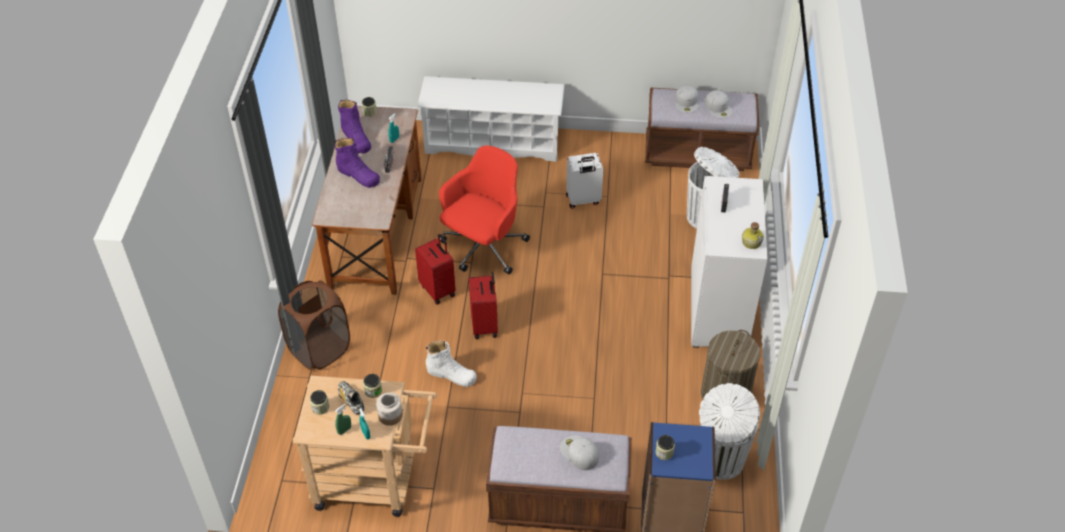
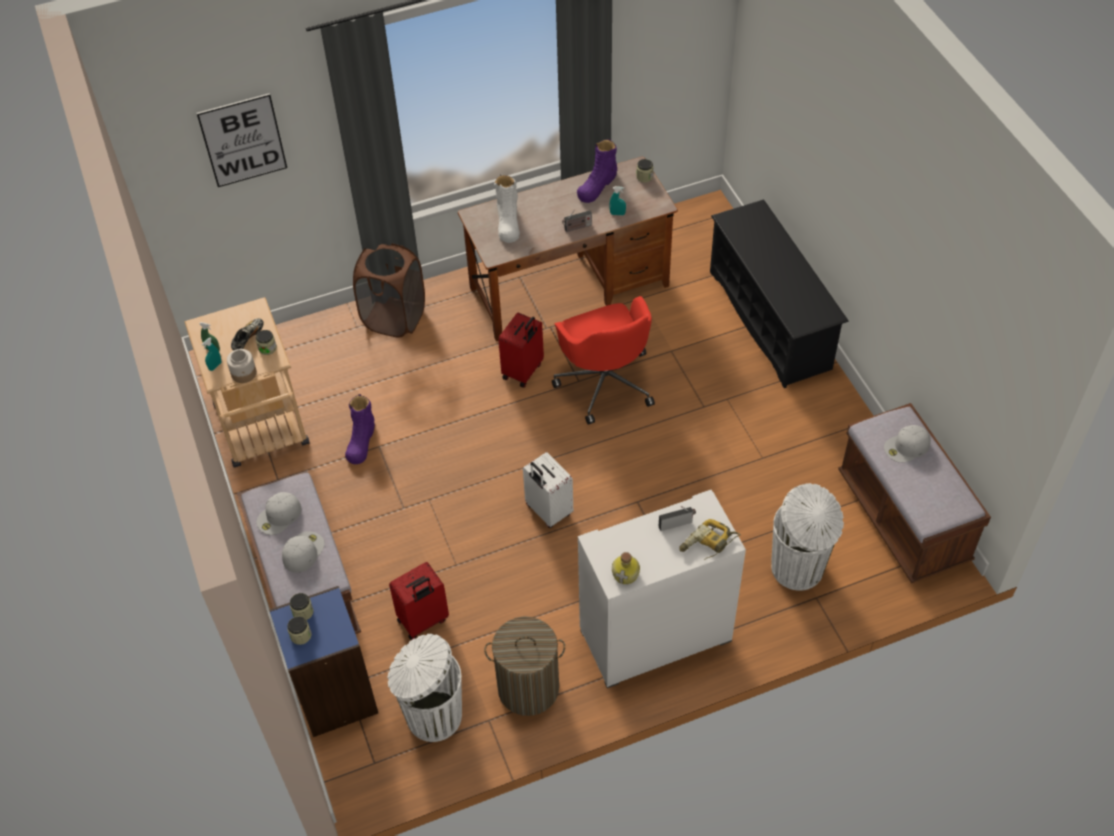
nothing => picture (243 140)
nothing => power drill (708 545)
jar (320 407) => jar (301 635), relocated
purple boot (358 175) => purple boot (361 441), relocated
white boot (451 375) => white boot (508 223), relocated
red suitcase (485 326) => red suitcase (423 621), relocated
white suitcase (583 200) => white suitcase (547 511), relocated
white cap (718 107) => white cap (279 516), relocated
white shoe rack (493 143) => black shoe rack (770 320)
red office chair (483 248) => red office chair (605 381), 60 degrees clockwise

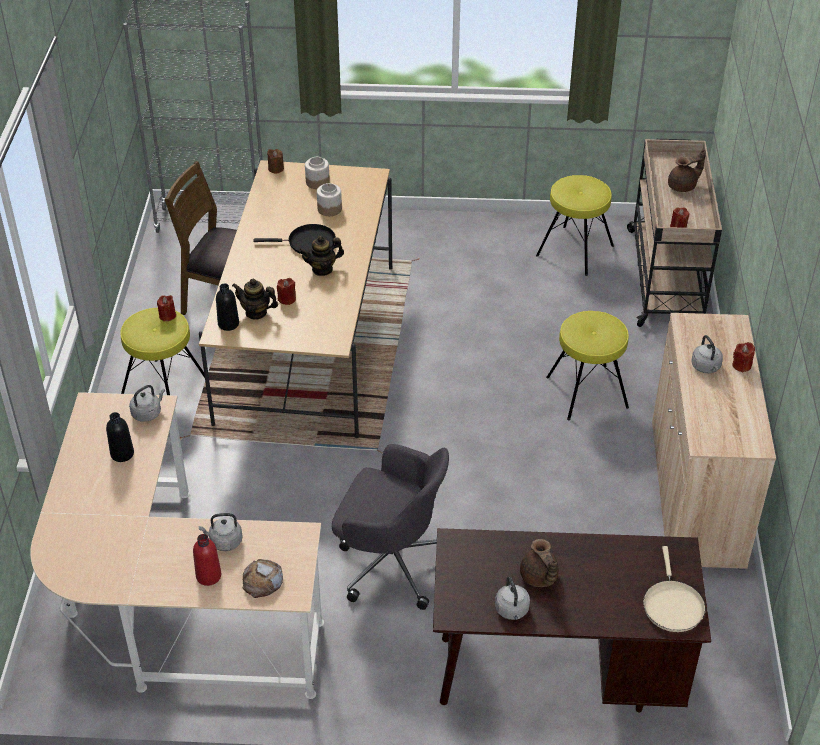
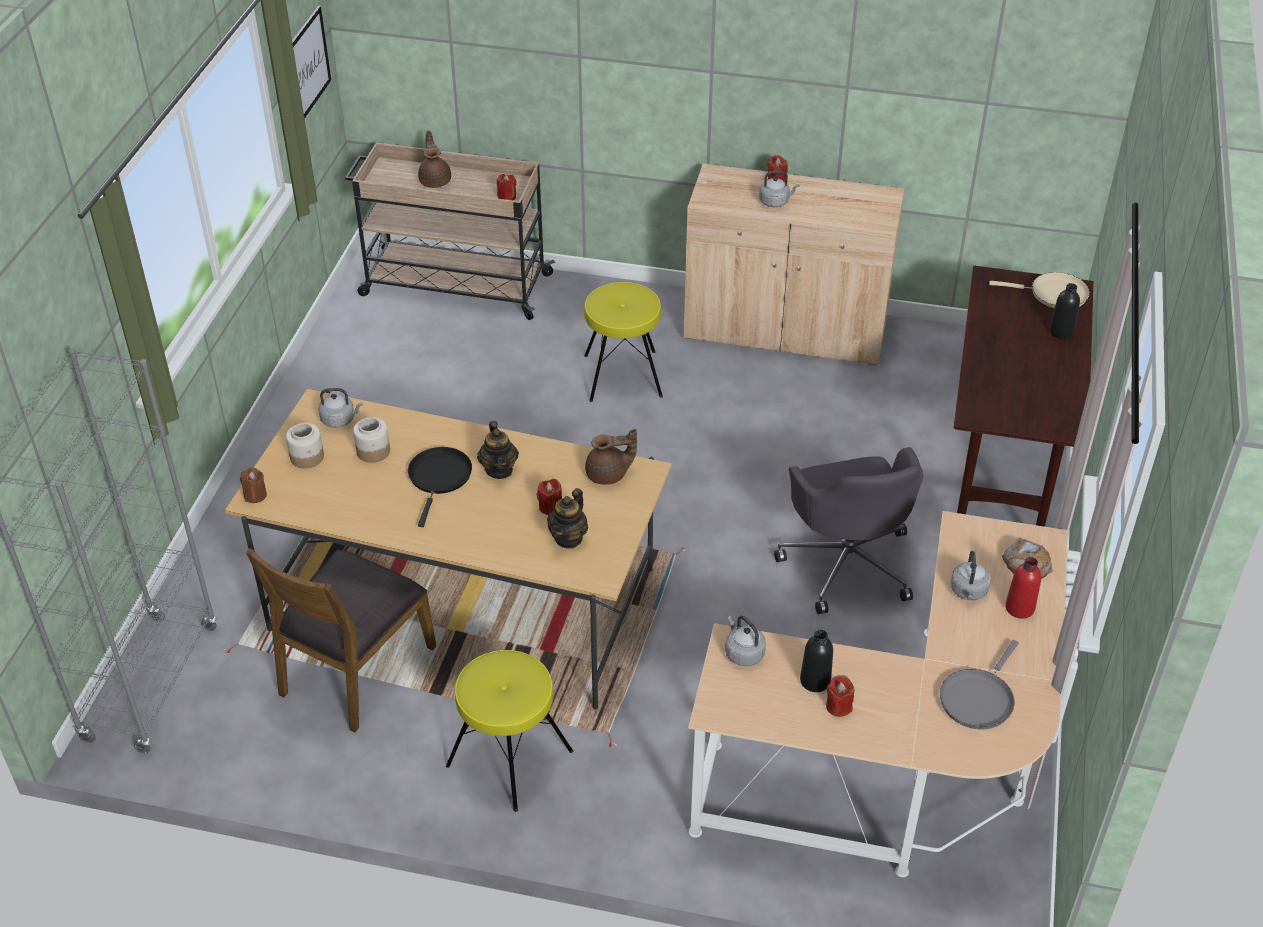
yellow stool (575 251) => nothing
nothing => picture (308 63)
nothing => grey frying pan (978 698)
red candle (167 316) => red candle (838 706), relocated
black bottle (228 324) => black bottle (1061 332), relocated
grey kettle (512 611) => grey kettle (340 420), relocated
brown teapot (539 577) => brown teapot (608 474), relocated
grey office chair (391 561) => grey office chair (847 563), 135 degrees clockwise

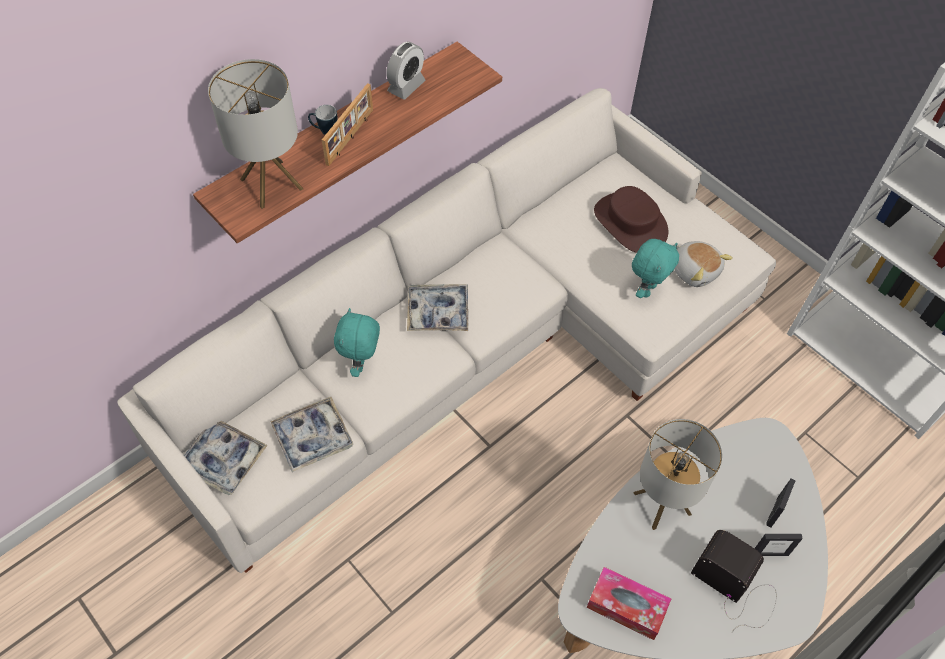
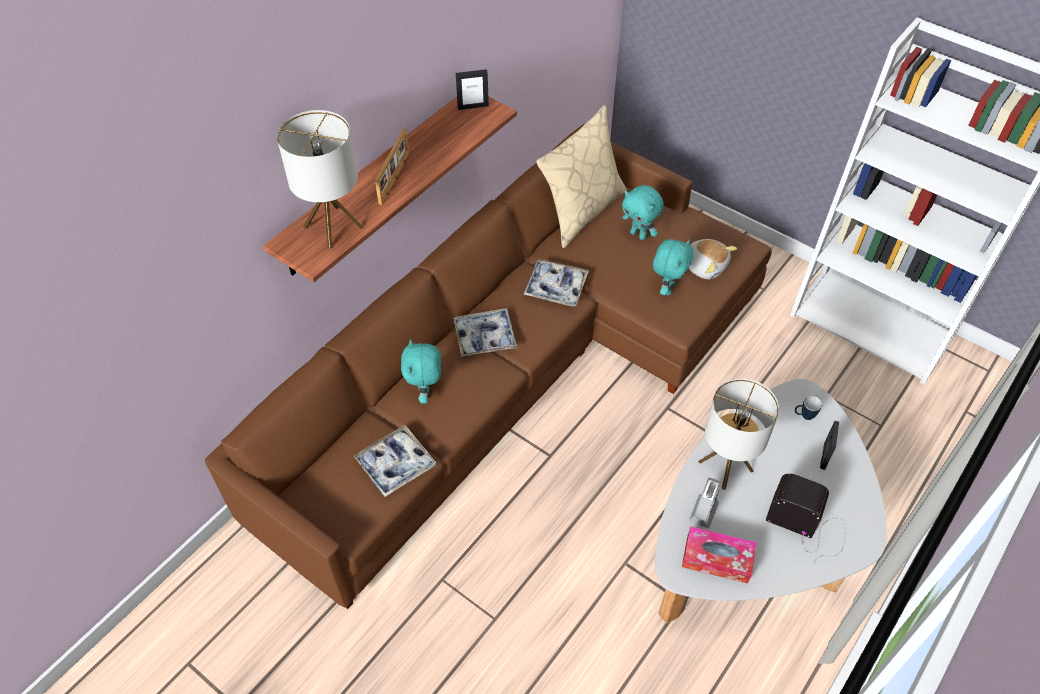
nothing => beige pillow (581 211)
tray (223 459) => tray (555 287), relocated
mug (324 131) => mug (804 416), relocated
alarm clock (406 86) => alarm clock (703 511), relocated
picture frame (770 553) => picture frame (473 106), relocated
brown hat (630 223) => turquoise plush toy (639 235)
white sofa (476 343) => brown sofa (516 368)

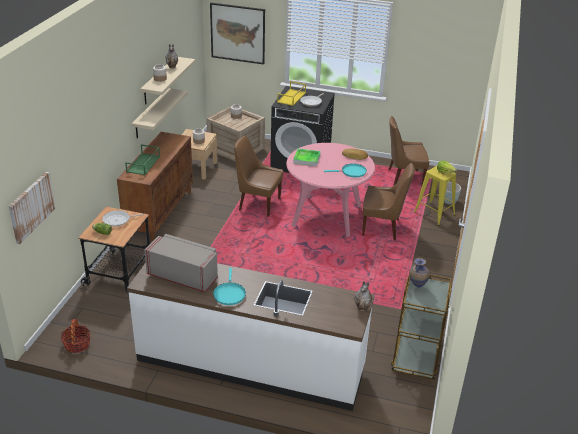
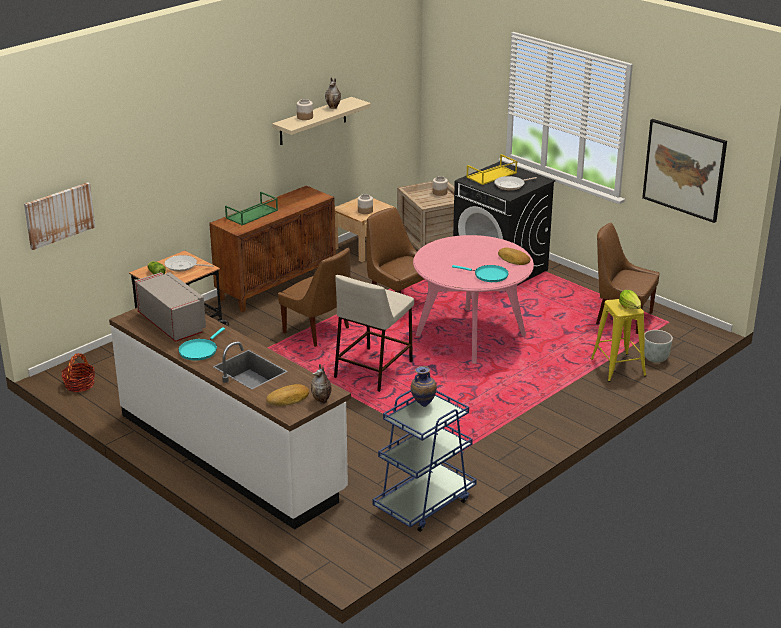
beige shelf (151 113) => nothing
tray (306 159) => nothing
nothing => bread (288 399)
nothing => beige stool (373 369)
picture (238 33) => picture (684 170), relocated
brown chair (382 228) => brown chair (318 331), relocated
brown cart (416 355) => blue cart (424 503)

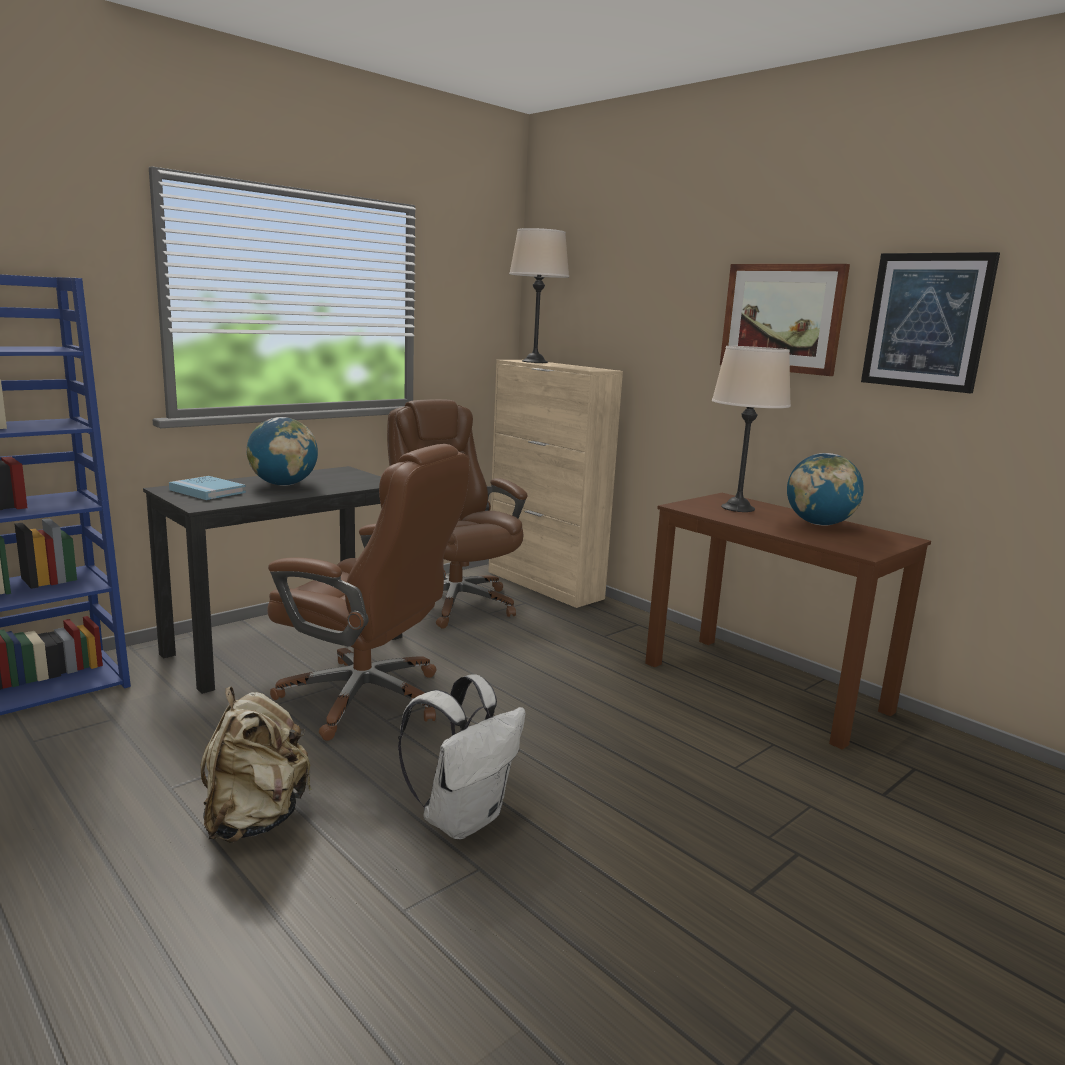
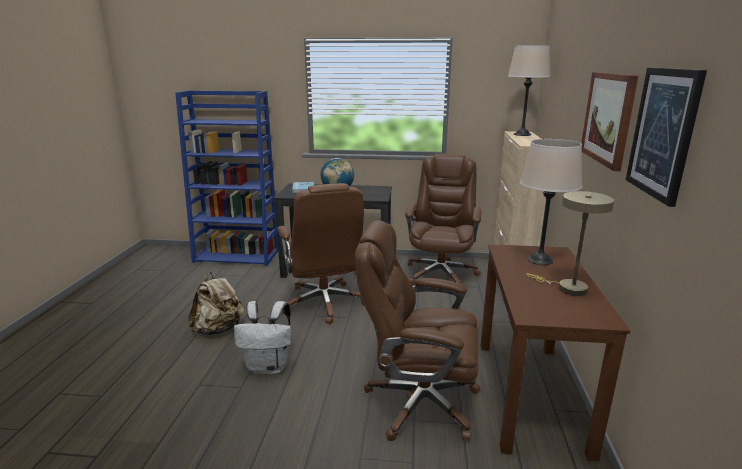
nothing => brown office chair (419 402)
globe (819 524) => beige table lamp (567 288)

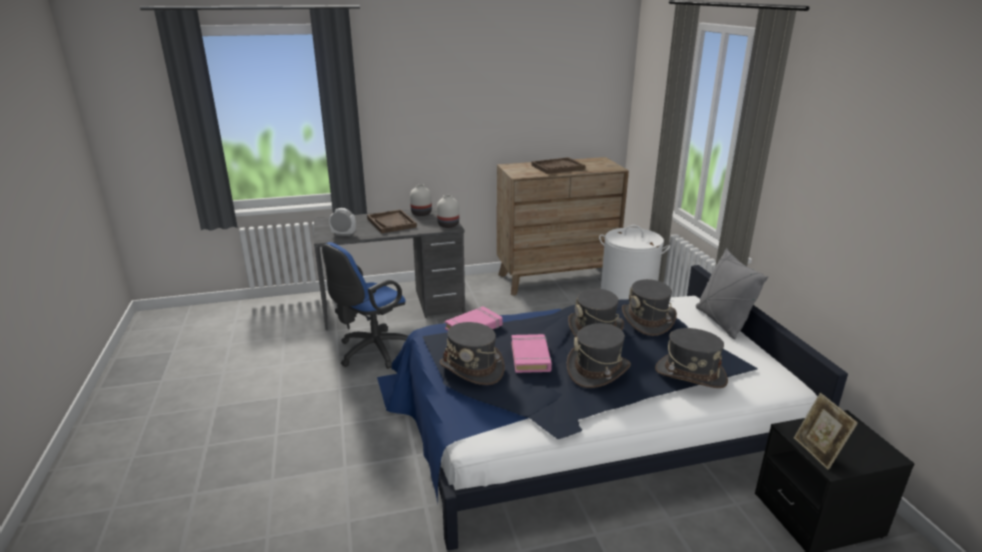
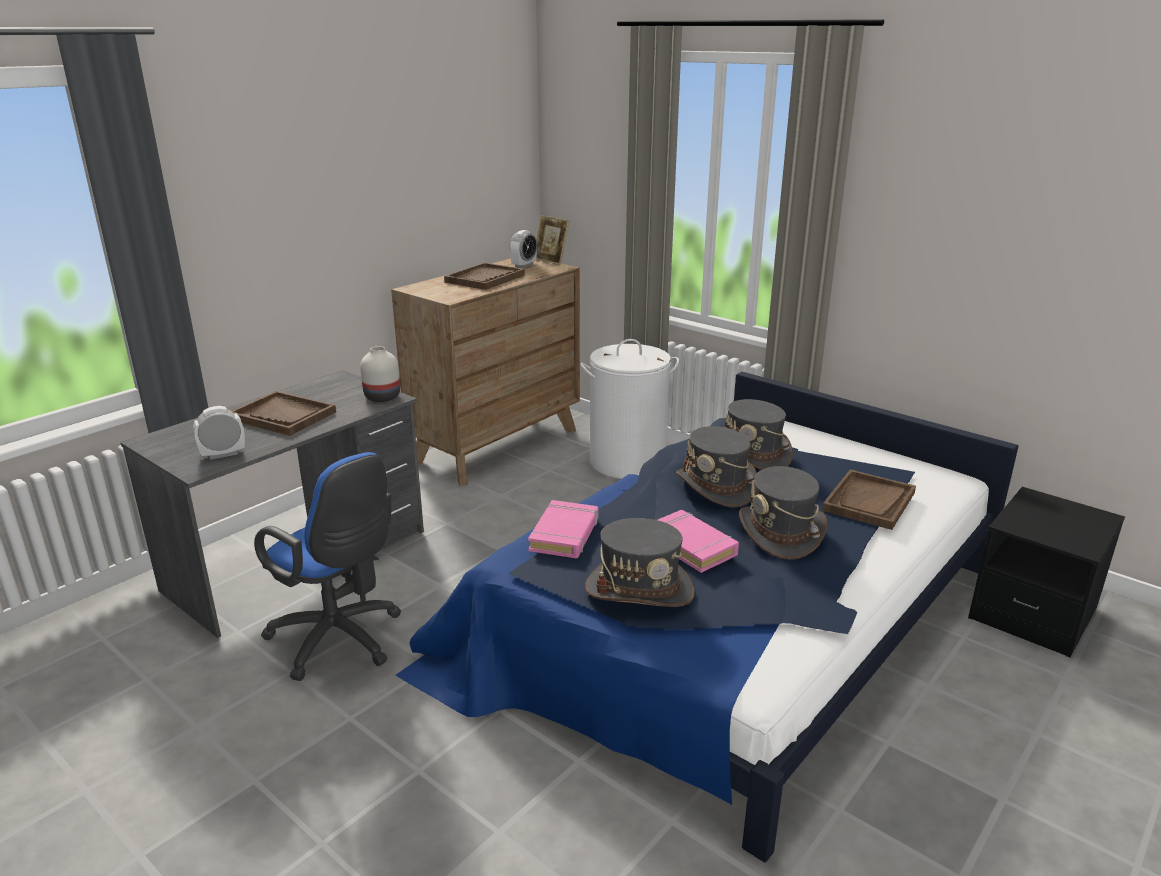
white vase (421 213) => nothing
grey pillow (722 322) => nothing
nothing => alarm clock (524 265)
picture frame (818 452) => picture frame (550 260), relocated
grey hat (690 375) => brown tray (869 502)
blue office chair (372 352) => blue office chair (340 641), 60 degrees counterclockwise

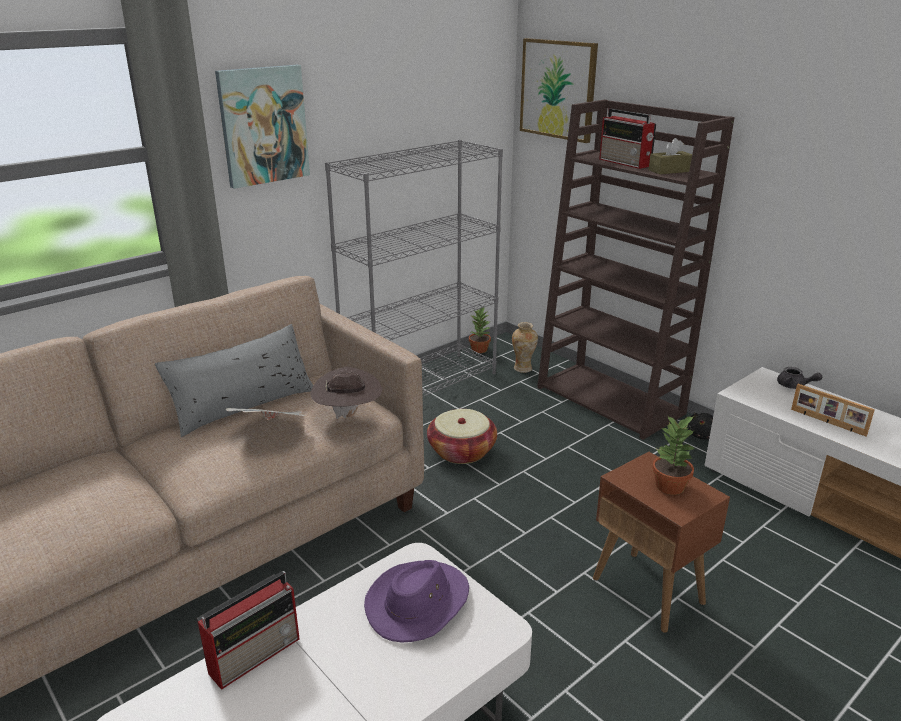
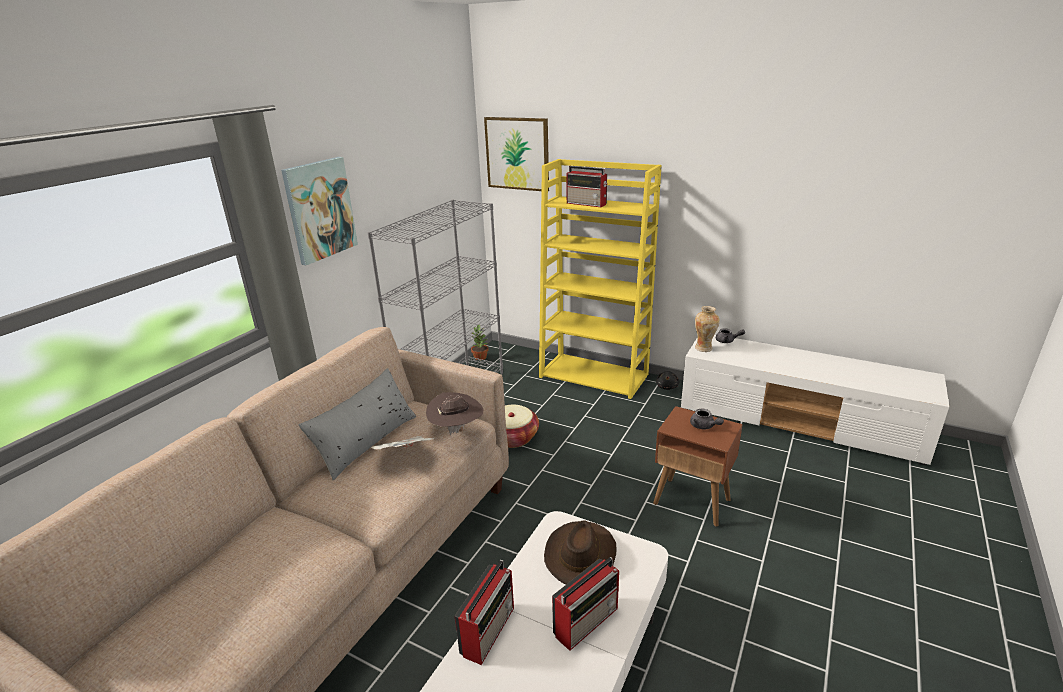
brown tissue box (670 171) => nothing
picture frame (827 422) => nothing
nothing => radio (587 621)
vase (523 369) => vase (704 348), relocated
potted plant (670 486) => grey teapot (704 426)
purple hat (418 603) => brown hat (580 554)
brown bookcase (611 400) => yellow bookcase (595 375)

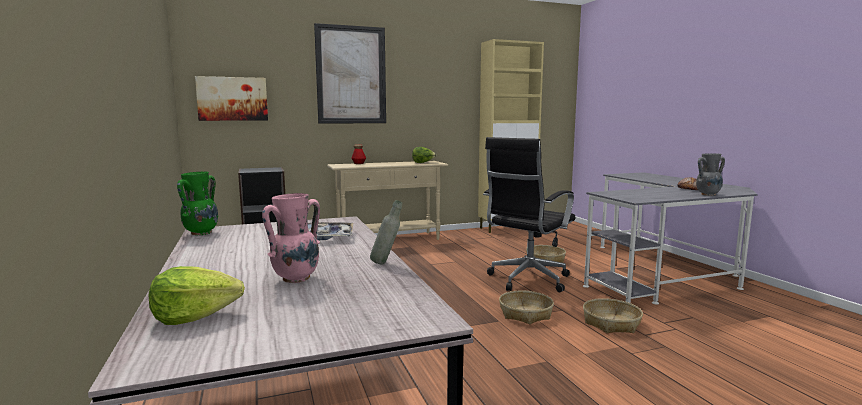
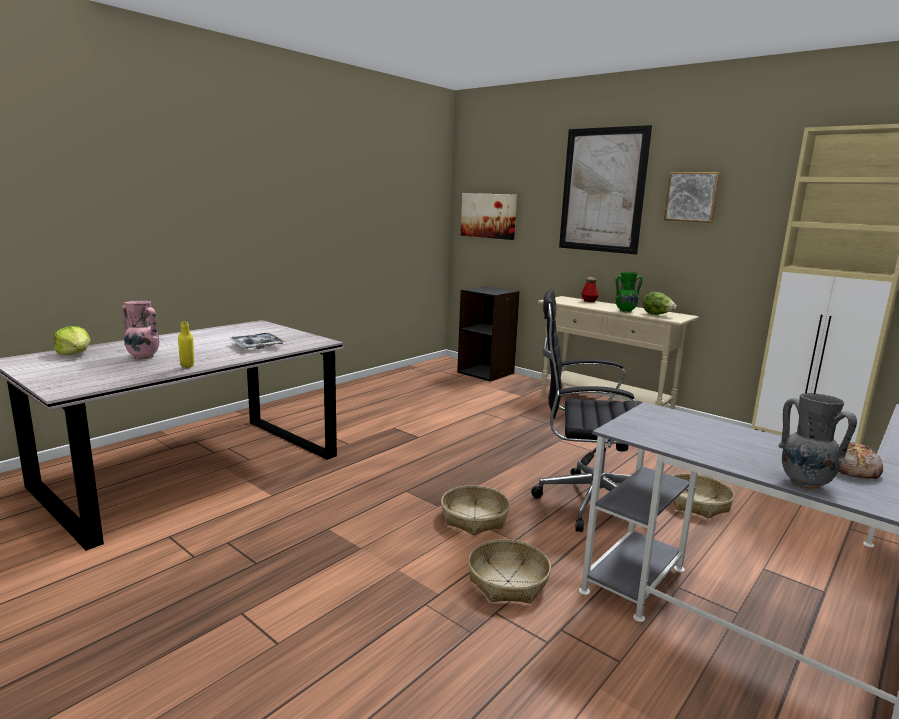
nothing => picture (692 197)
green vase (200 233) => green vase (625 311), relocated
grey bottle (386 263) => yellow bottle (187 368)

